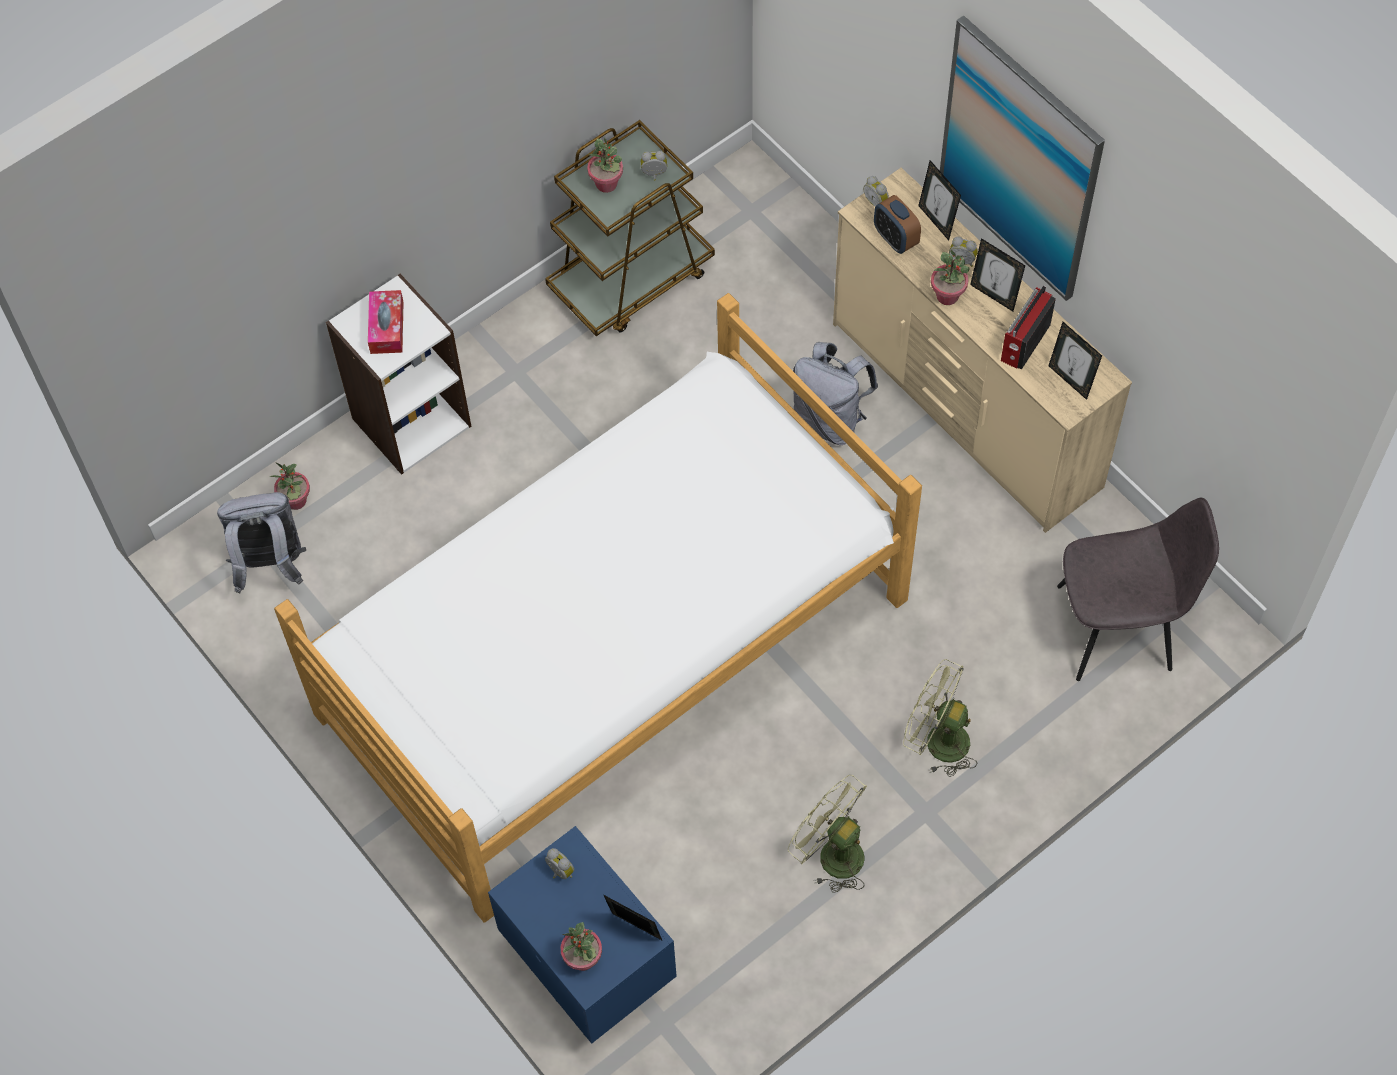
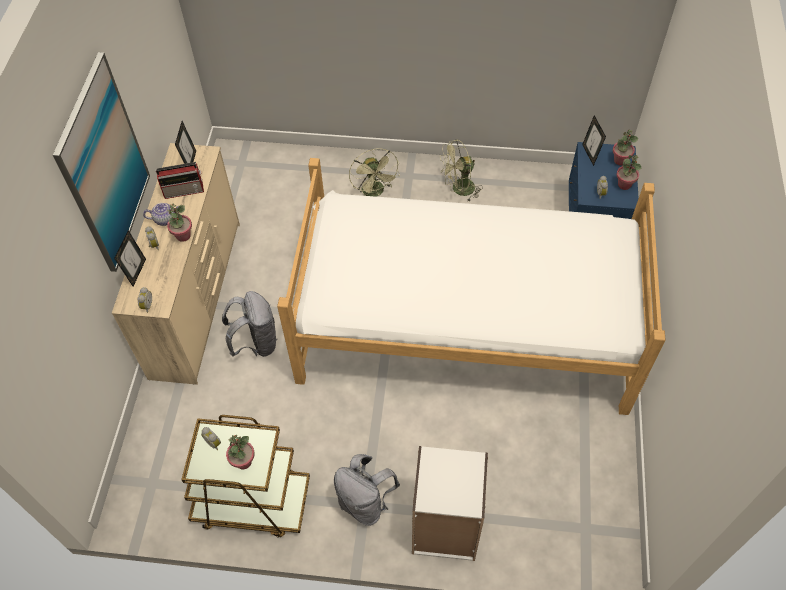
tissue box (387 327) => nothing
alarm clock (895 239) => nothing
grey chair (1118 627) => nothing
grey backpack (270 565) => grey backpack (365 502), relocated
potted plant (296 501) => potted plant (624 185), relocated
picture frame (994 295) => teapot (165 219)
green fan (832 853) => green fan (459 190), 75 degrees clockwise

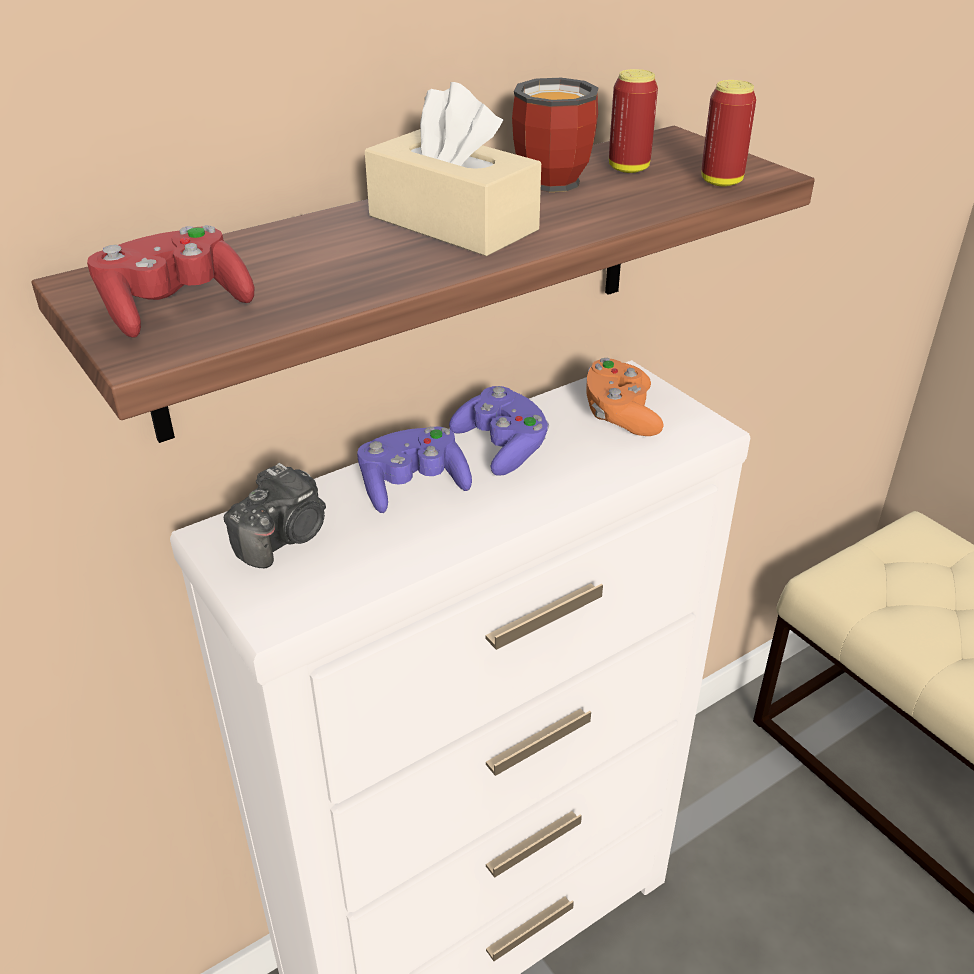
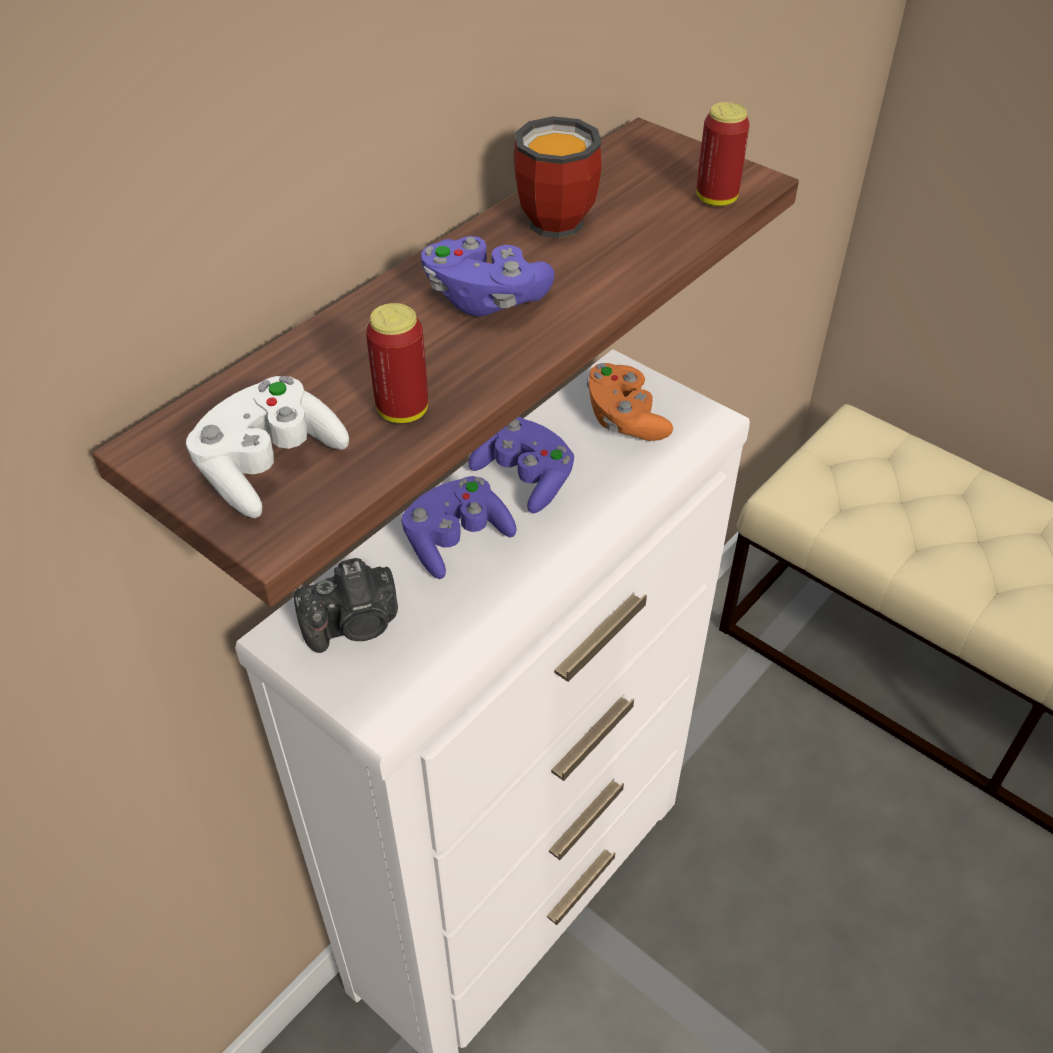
can (628 168) => can (402 410), relocated
beige tissue box (453 223) => purple game controller (485 299)
red game controller (175 308) => white game controller (269 467)
photo camera (284 537) => photo camera (354 625), 45 degrees clockwise

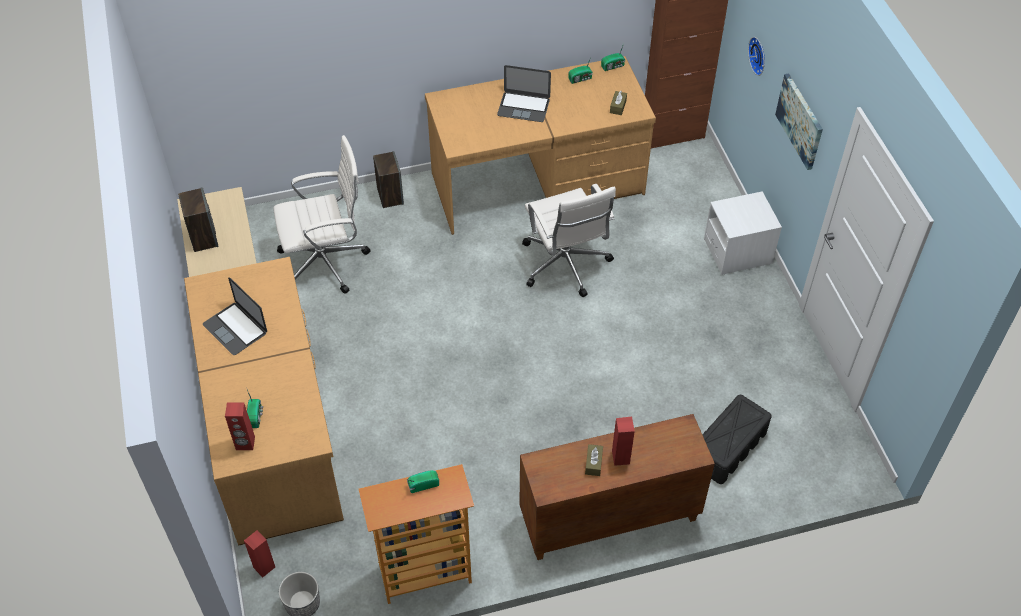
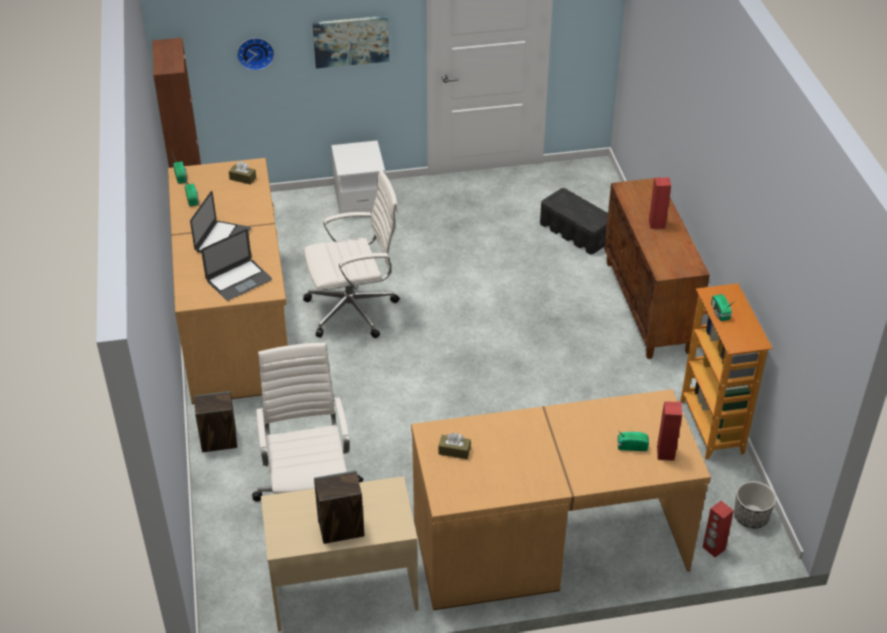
laptop (235 328) => laptop (239 280), relocated
brown tissue box (593 463) => brown tissue box (454 451), relocated

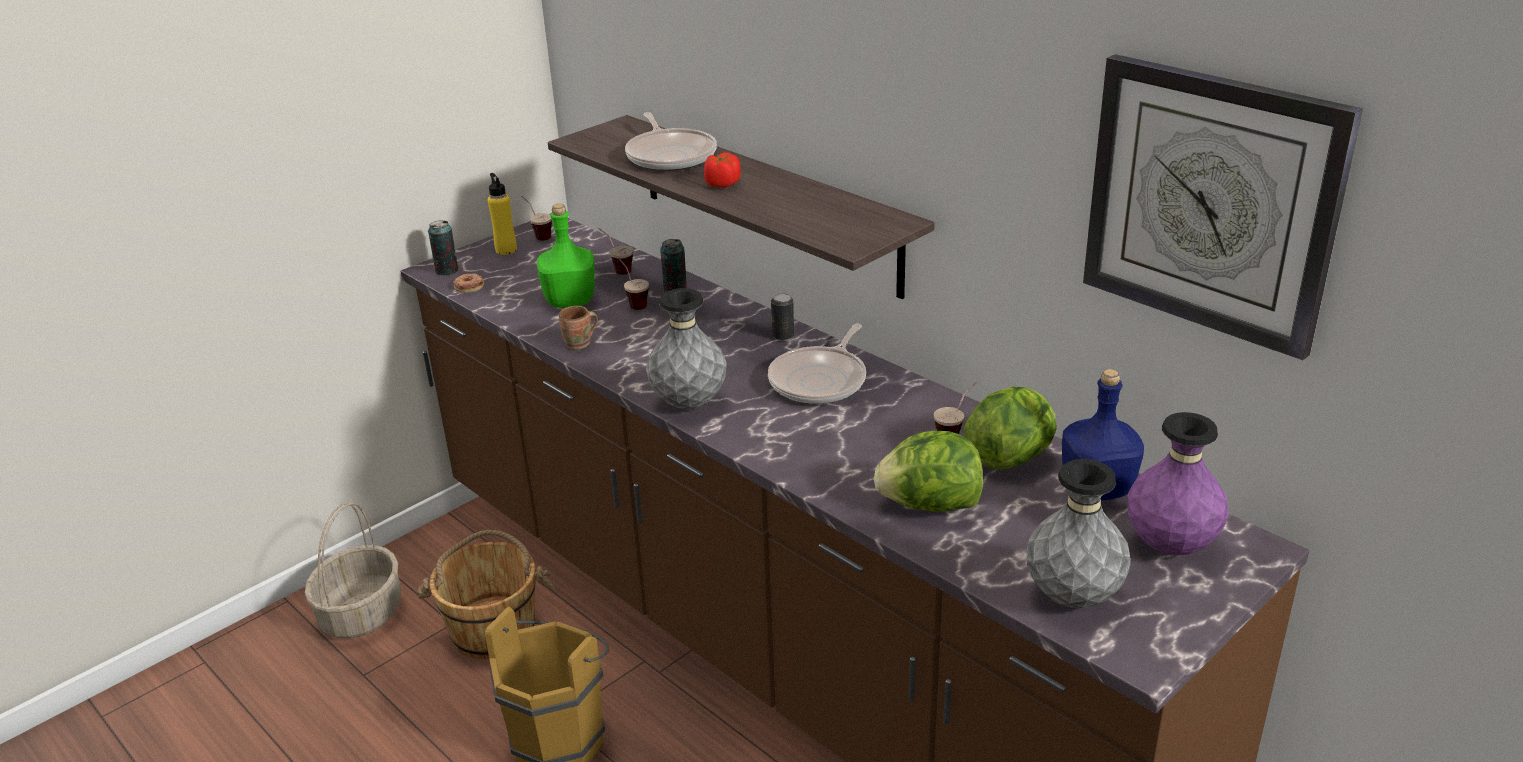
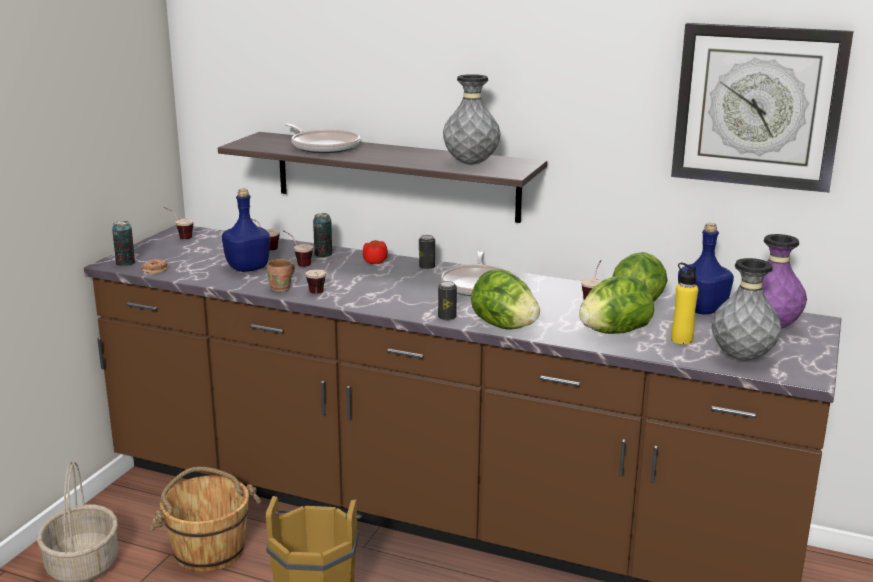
nothing => cup (324 290)
nothing => can (447 317)
nothing => lettuce (503 326)
yellow bottle (506 250) => yellow bottle (681 339), relocated
grey vase (688 404) => grey vase (470 164), relocated
tomato (722 184) => tomato (375 262), relocated
green bottle (569 301) => blue bottle (247 268)

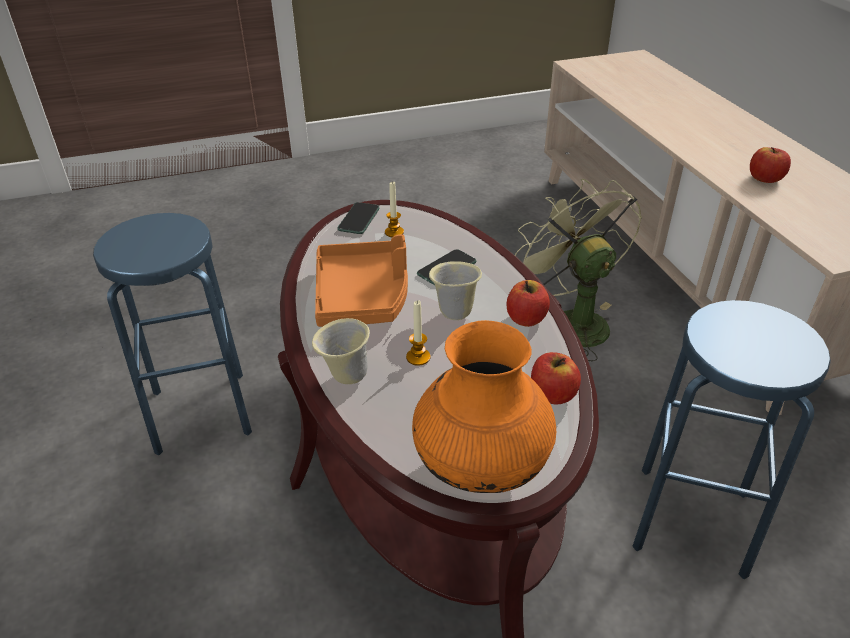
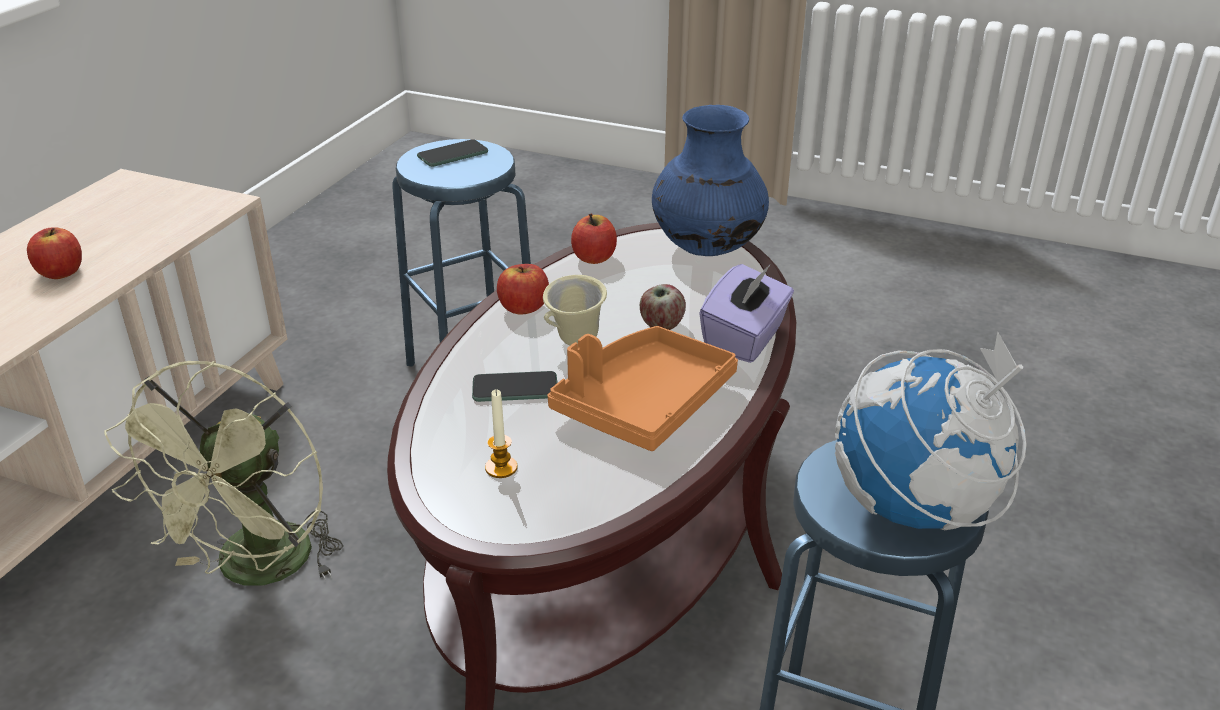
nothing => globe (914 510)
phone (359 219) => phone (452 155), relocated
beige mug (345 377) => purple tissue box (745 339)
candle (418 357) => apple (661 325)
orange vase (481 469) => blue vase (706 248)

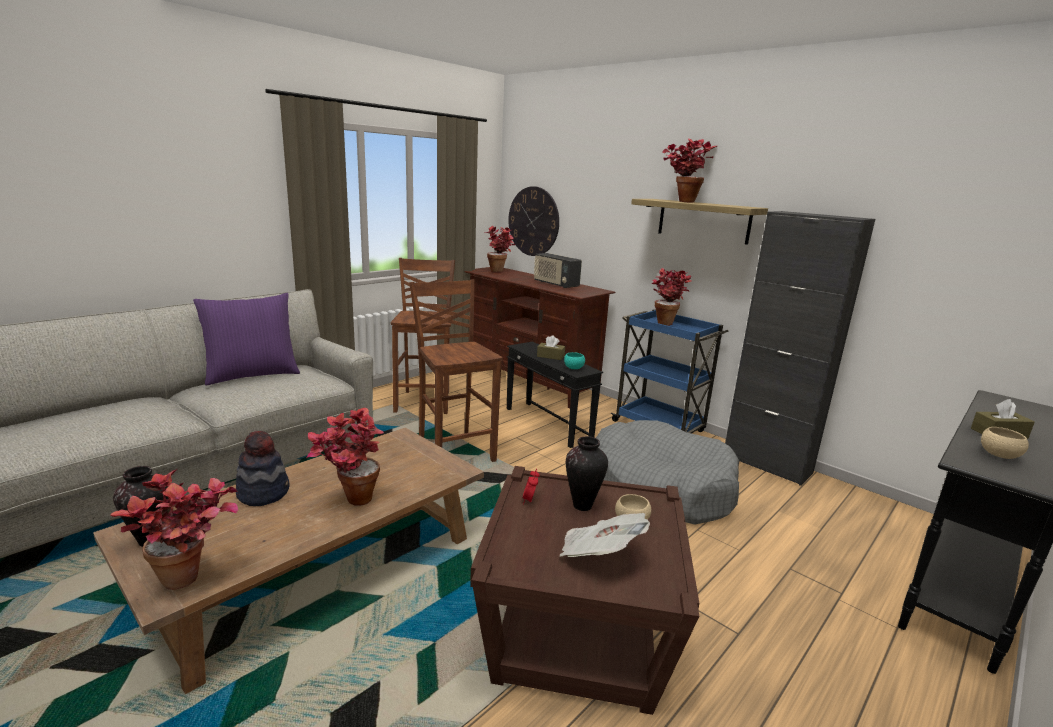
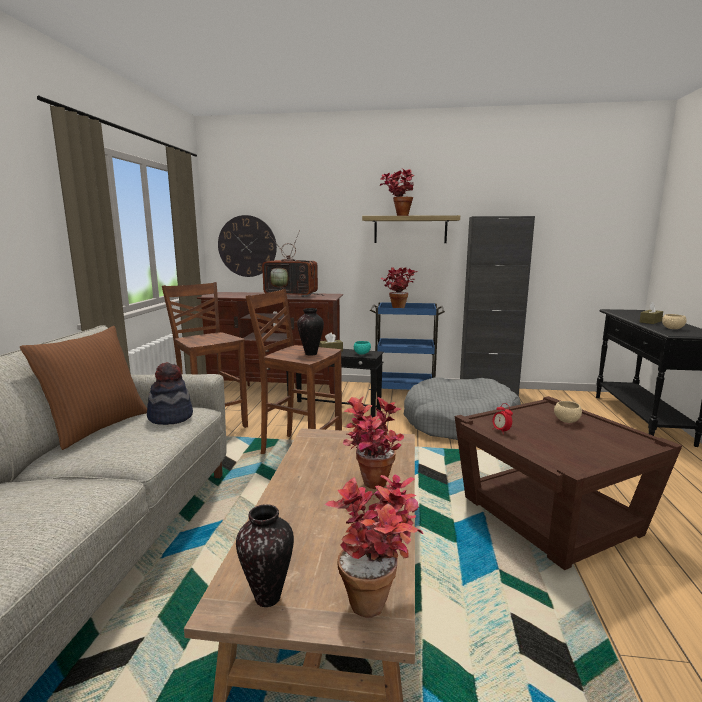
potted plant (500 271) => nothing
newspaper (599 554) => nothing
hat (264 493) => hat (170 417), relocated
vase (582 506) => vase (311 354), relocated
radio (555 284) => television (293 295)
purple pillow (252 375) => brown pillow (96 427)

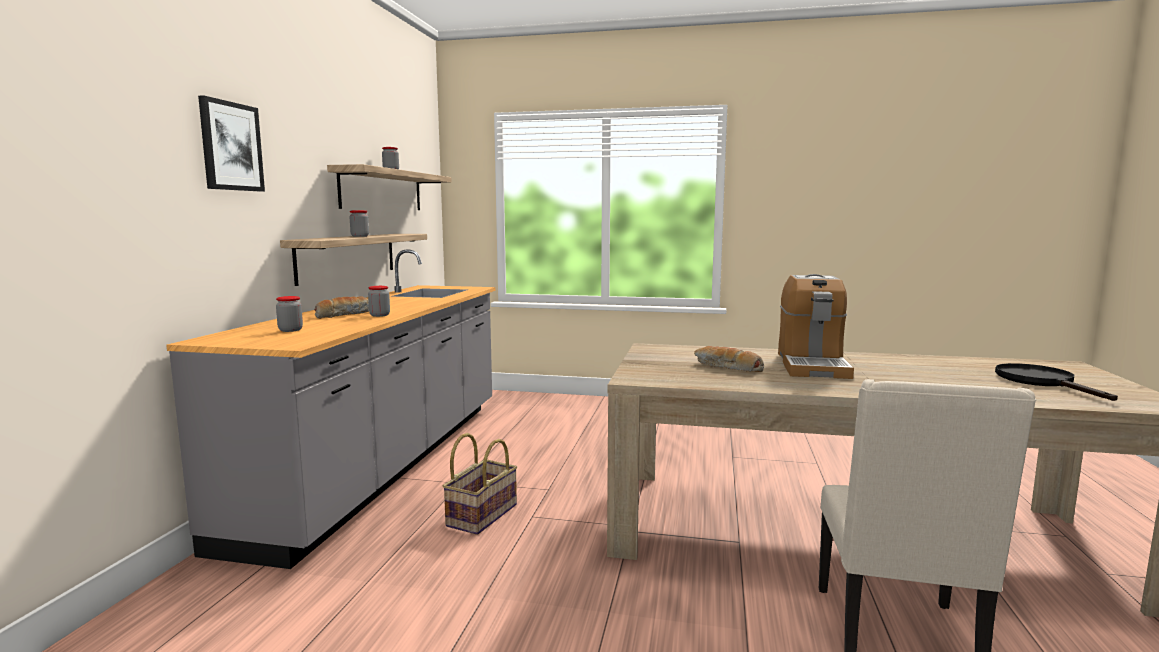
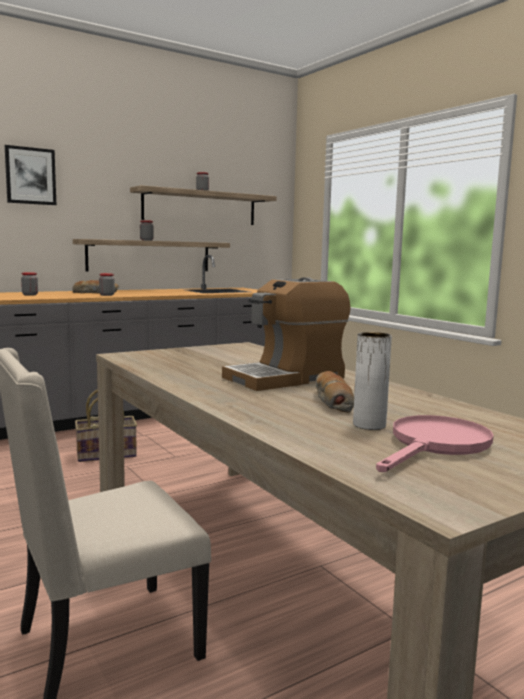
nothing => white vase (369 425)
bread (727 367) => bread (331 401), relocated
black frying pan (1042 382) => pink frying pan (435 445)

